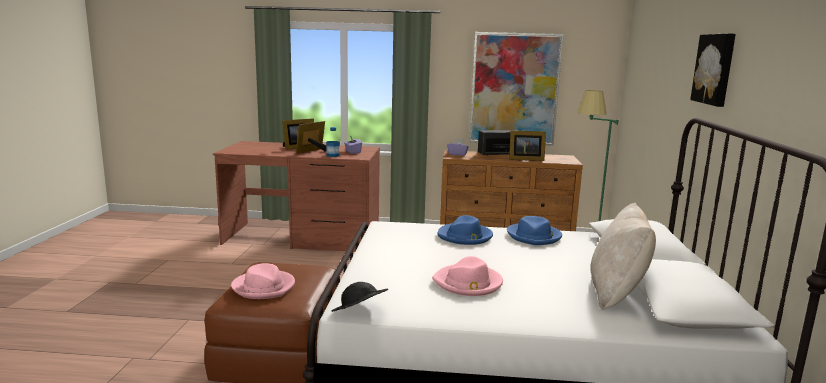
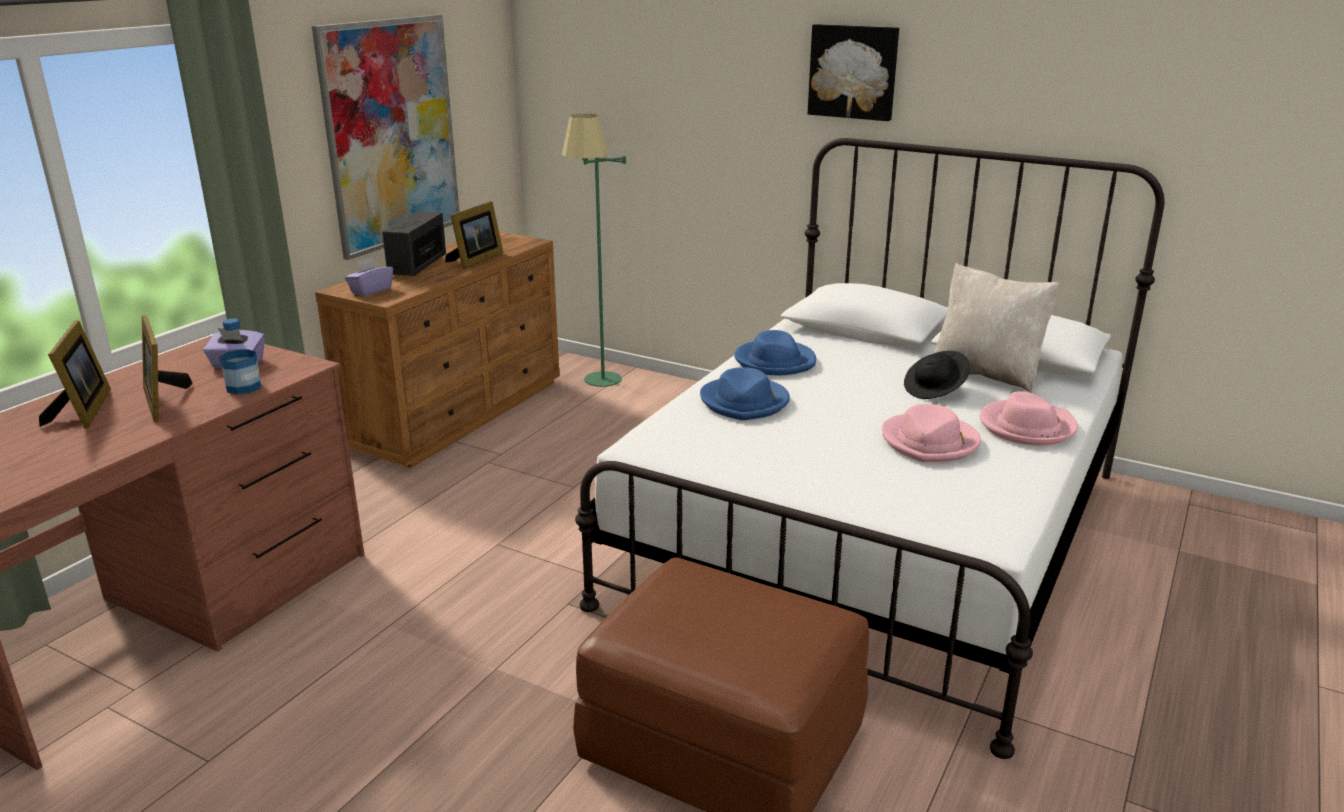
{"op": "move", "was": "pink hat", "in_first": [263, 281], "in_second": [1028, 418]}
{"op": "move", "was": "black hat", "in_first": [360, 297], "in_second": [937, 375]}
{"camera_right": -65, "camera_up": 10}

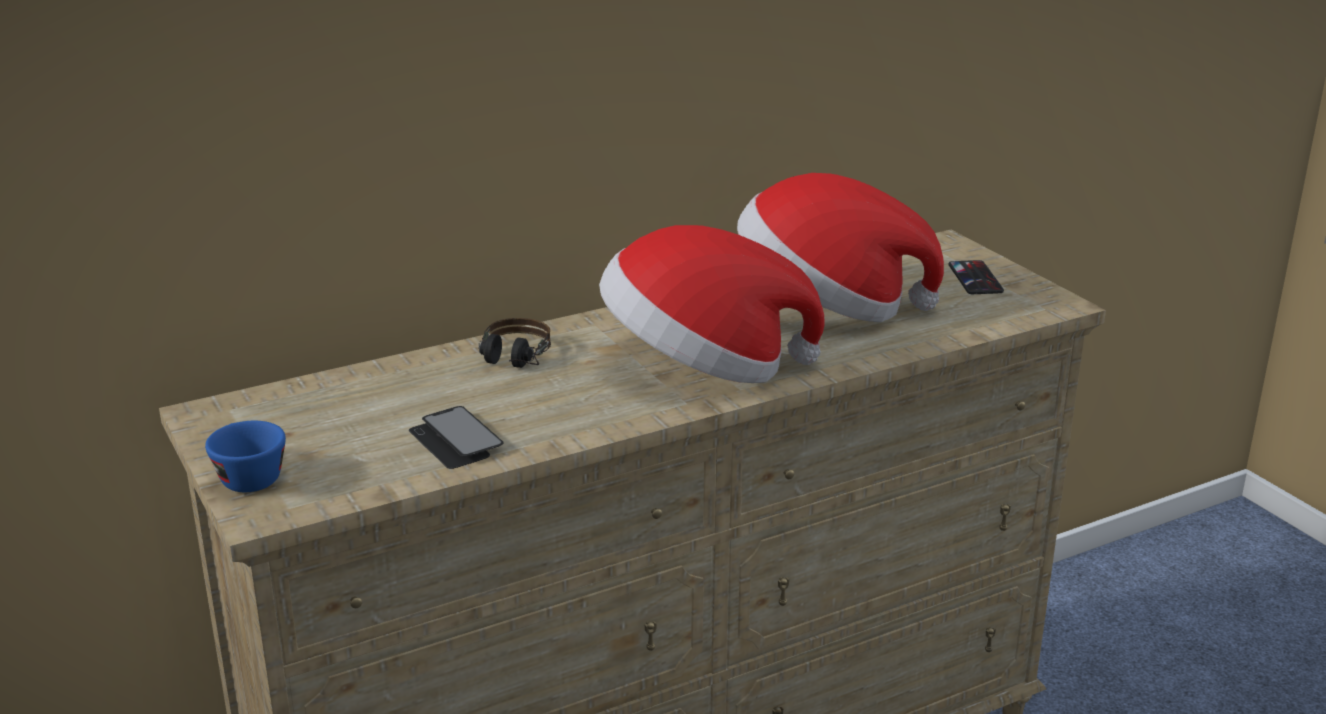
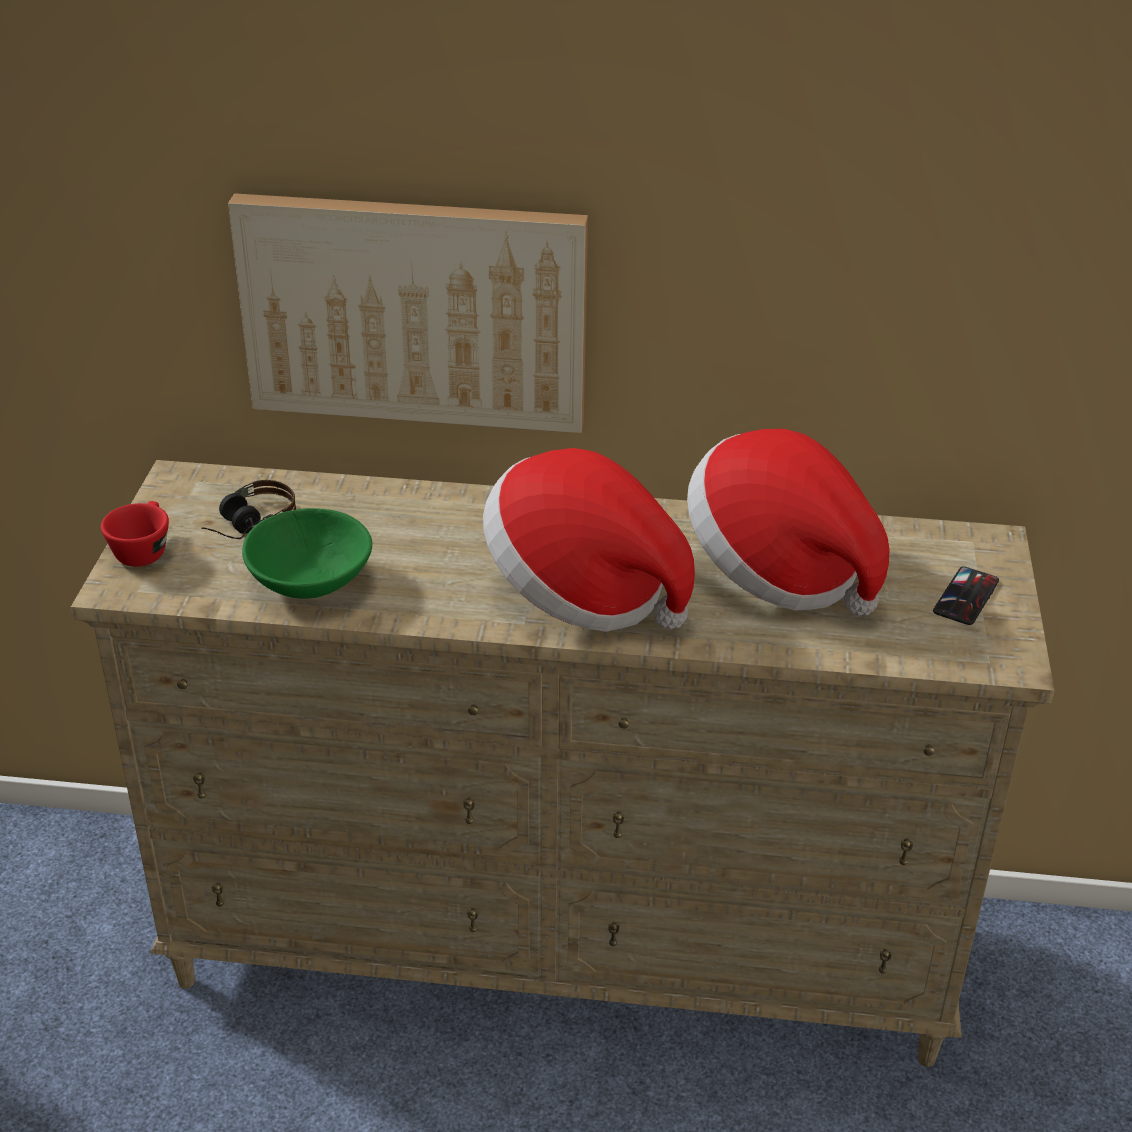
{"op": "recolor", "was": "blue cup", "now": "red cup", "in_first": [245, 456], "in_second": [135, 534]}
{"op": "replace", "was": "phone", "now": "green bowl", "in_first": [456, 437], "in_second": [307, 553]}
{"op": "move", "was": "headphones", "in_first": [514, 343], "in_second": [248, 509]}
{"op": "insert", "now": "picture", "in_second": [408, 313]}
{"camera_right": 35, "camera_up": 10}

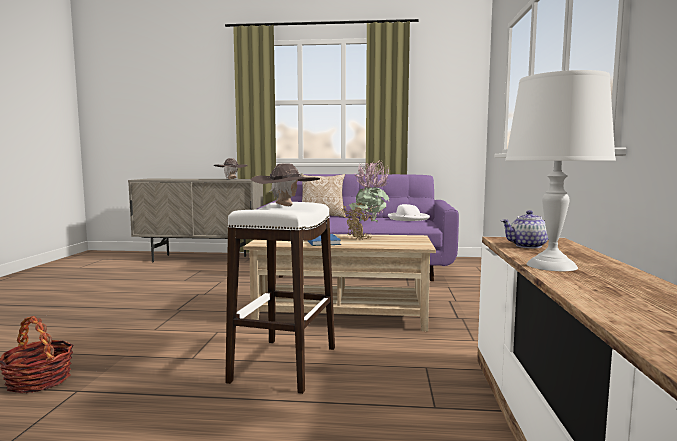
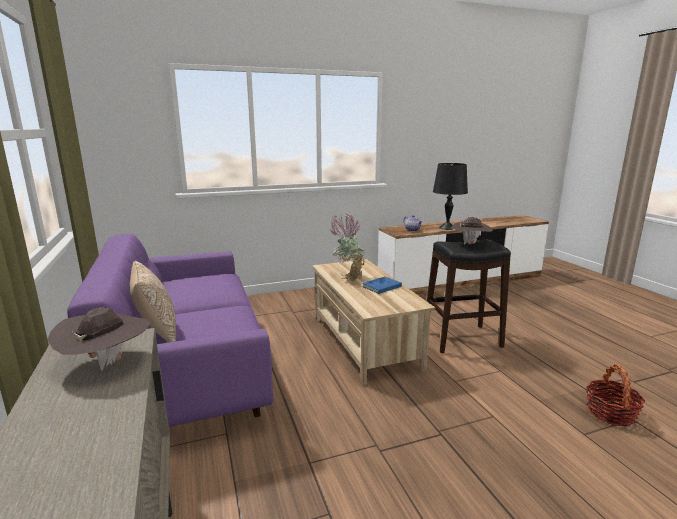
{"op": "recolor", "was": "white stool", "now": "black stool", "in_first": [280, 298], "in_second": [469, 296]}
{"op": "delete", "was": "white hat", "in_first": [409, 212]}
{"op": "recolor", "was": "white table lamp", "now": "black table lamp", "in_first": [560, 170], "in_second": [450, 196]}
{"camera_right": -115, "camera_up": 10}

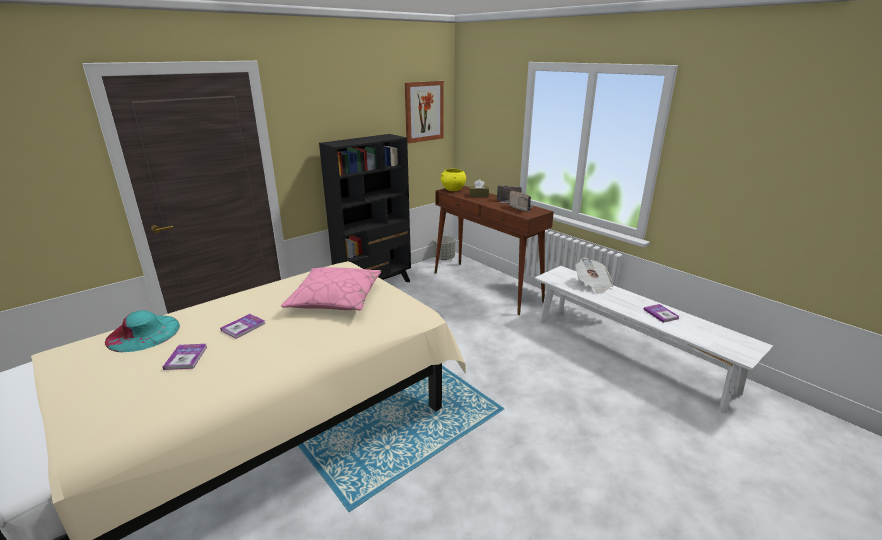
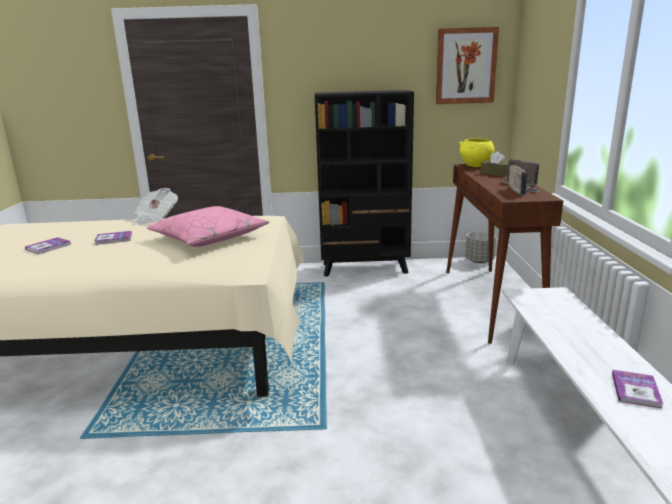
{"op": "delete", "was": "turquoise hat", "in_first": [142, 331]}
{"op": "move", "was": "newspaper", "in_first": [594, 276], "in_second": [156, 206]}
{"camera_right": 40, "camera_up": -5}

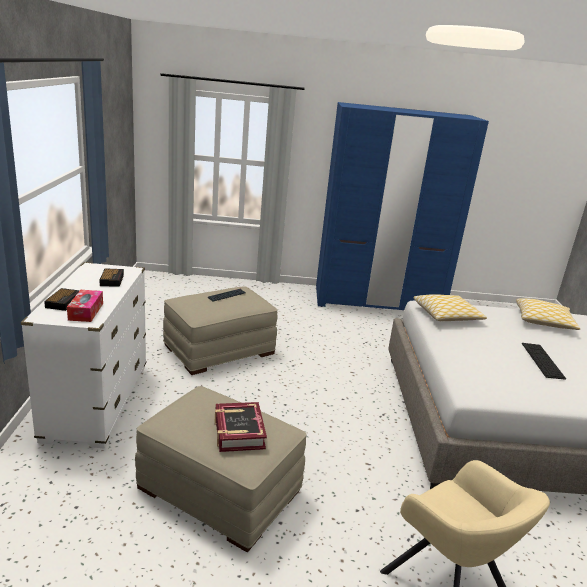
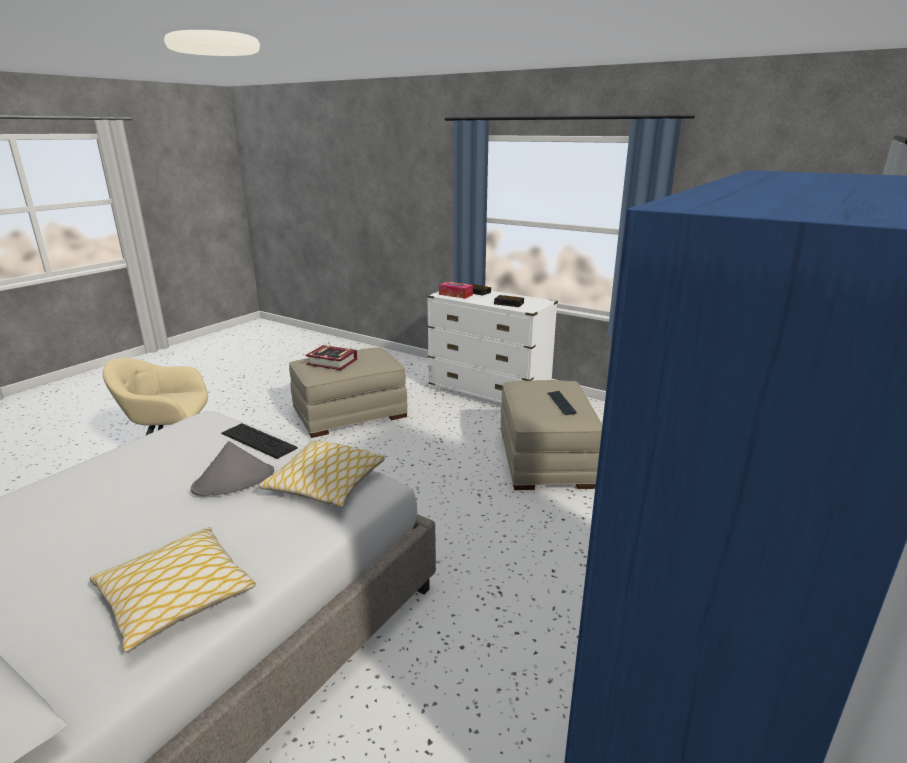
{"op": "move", "was": "keyboard", "in_first": [544, 361], "in_second": [259, 441]}
{"op": "insert", "now": "grey hat", "in_second": [232, 468]}
{"camera_right": 125, "camera_up": 0}

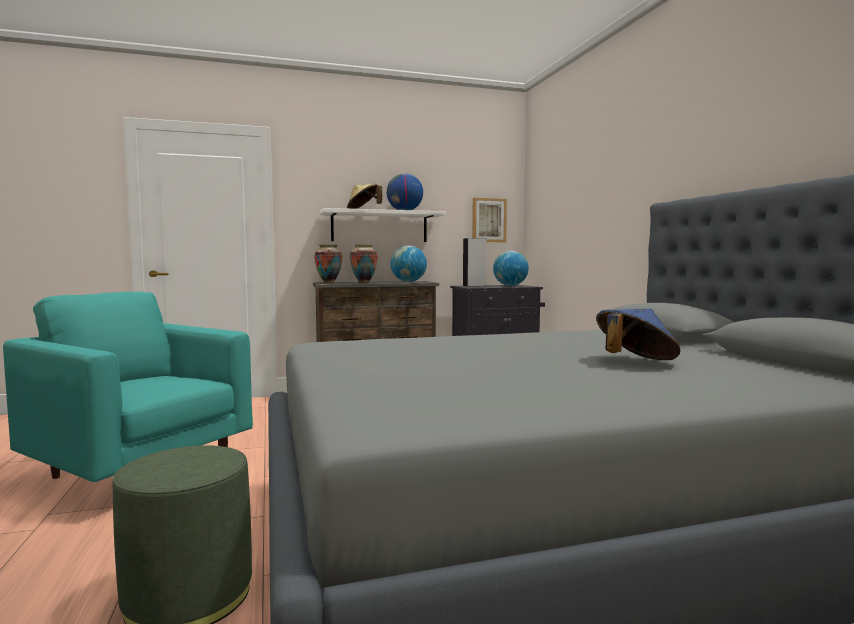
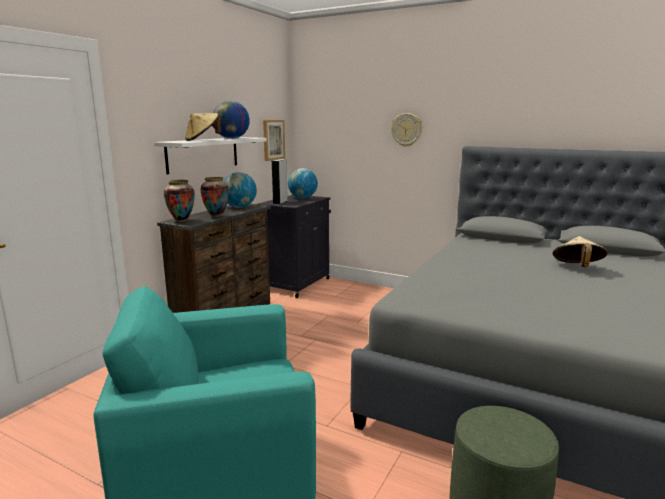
{"op": "recolor", "was": "blue hat", "now": "beige hat", "in_first": [638, 334], "in_second": [580, 251]}
{"op": "insert", "now": "wall clock", "in_second": [406, 130]}
{"camera_right": -45, "camera_up": 10}

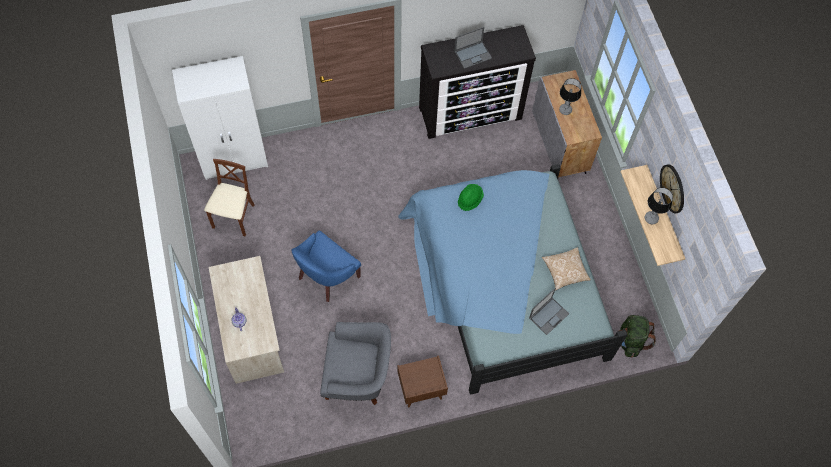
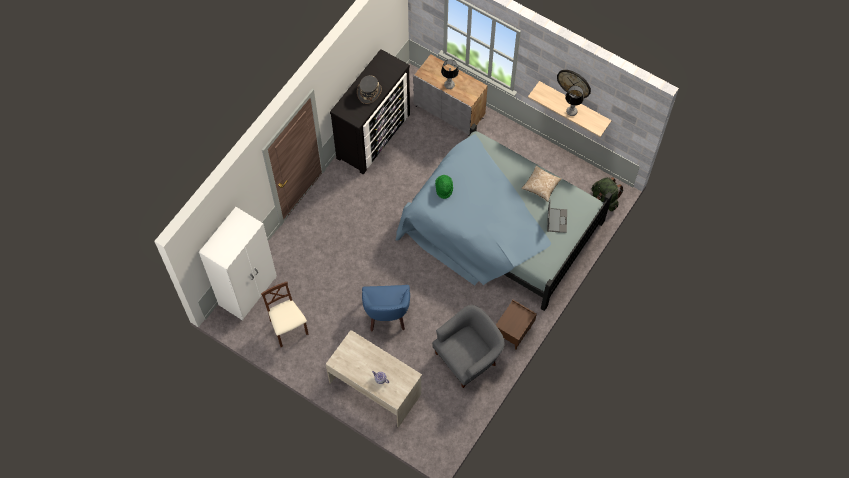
{"op": "replace", "was": "laptop", "now": "grey hat", "in_first": [473, 48], "in_second": [369, 89]}
{"camera_right": -40, "camera_up": 0}

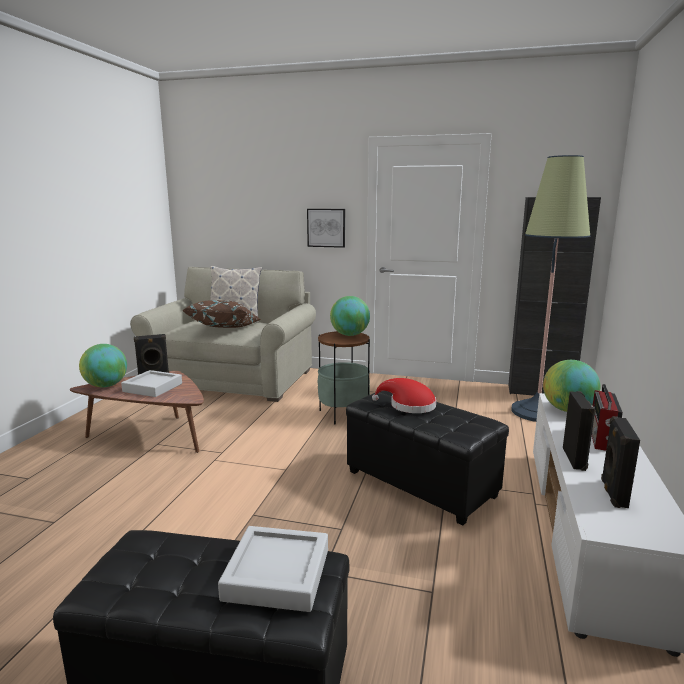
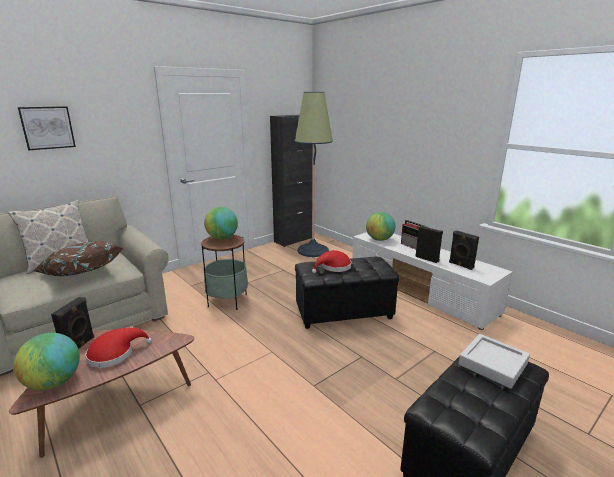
{"op": "replace", "was": "grey tray", "now": "red hat", "in_first": [151, 383], "in_second": [118, 347]}
{"op": "move", "was": "picture", "in_first": [326, 228], "in_second": [47, 128]}
{"camera_right": -55, "camera_up": 5}

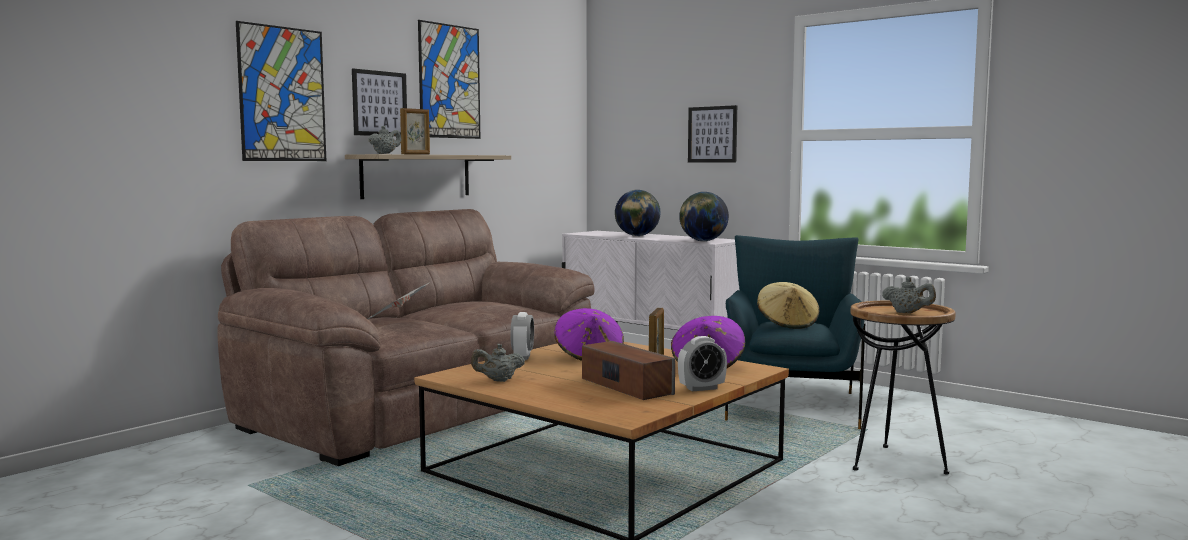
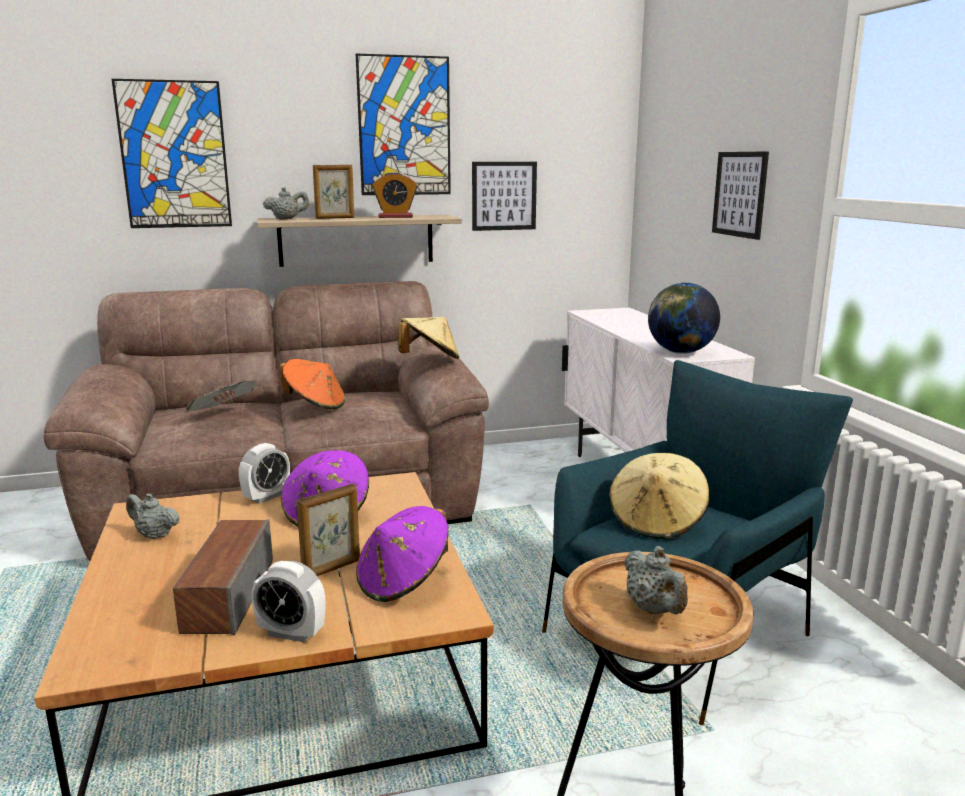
{"op": "move", "was": "picture", "in_first": [379, 102], "in_second": [504, 196]}
{"op": "delete", "was": "globe", "in_first": [638, 213]}
{"op": "insert", "now": "orange hat", "in_second": [312, 384]}
{"op": "insert", "now": "alarm clock", "in_second": [394, 195]}
{"op": "insert", "now": "beige hat", "in_second": [428, 338]}
{"camera_right": 35, "camera_up": 10}

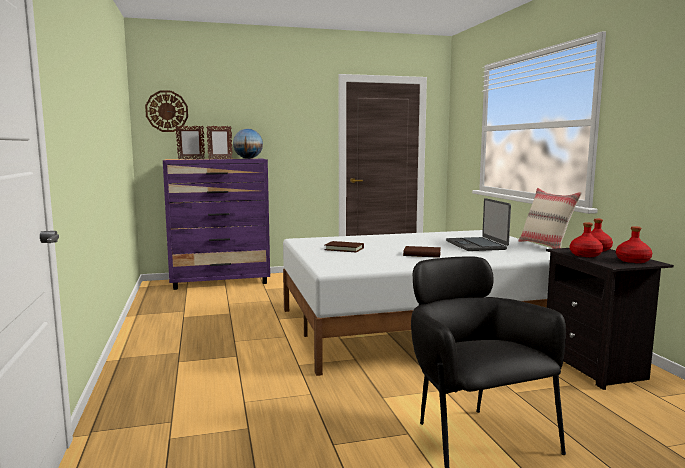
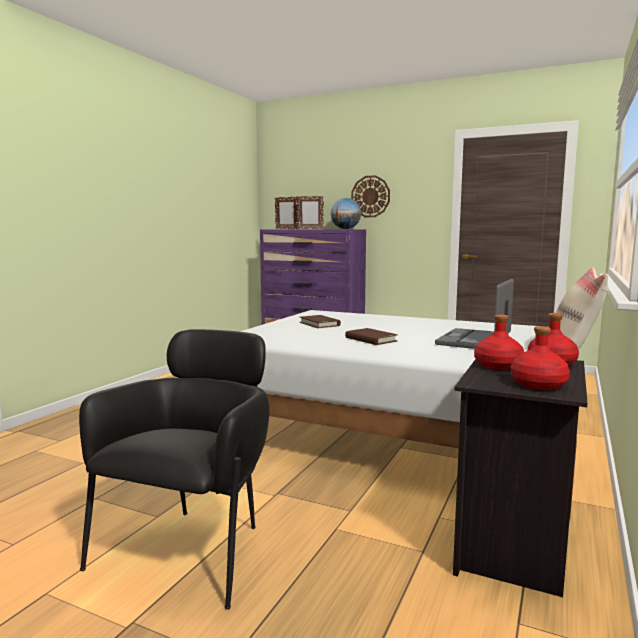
{"op": "move", "was": "wall clock", "in_first": [166, 111], "in_second": [370, 196]}
{"camera_right": 40, "camera_up": 0}

